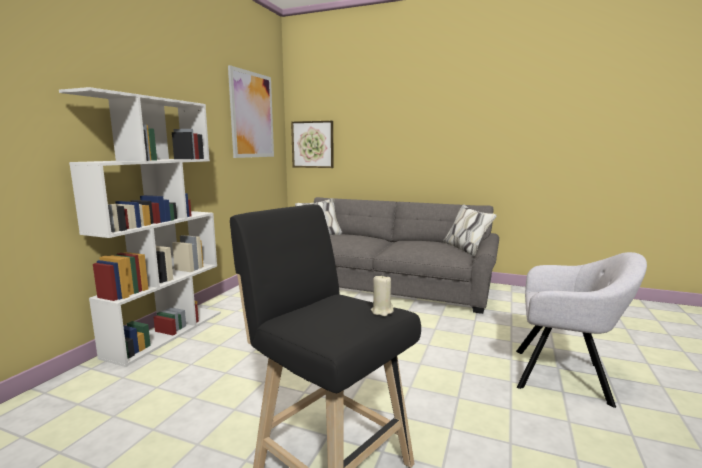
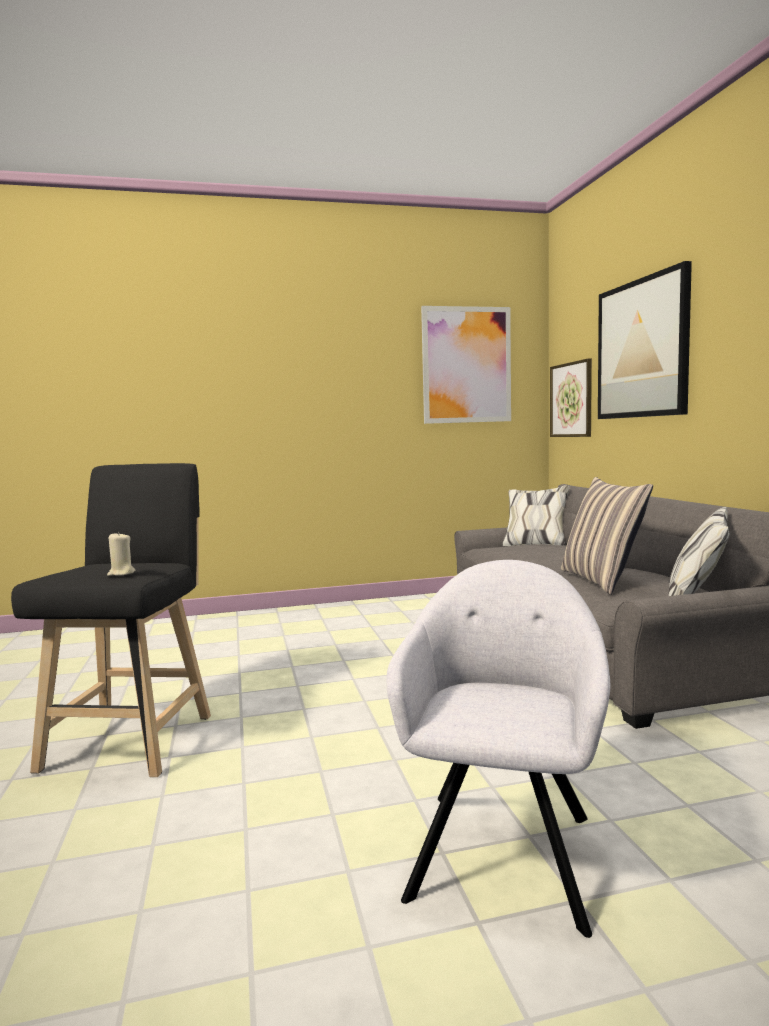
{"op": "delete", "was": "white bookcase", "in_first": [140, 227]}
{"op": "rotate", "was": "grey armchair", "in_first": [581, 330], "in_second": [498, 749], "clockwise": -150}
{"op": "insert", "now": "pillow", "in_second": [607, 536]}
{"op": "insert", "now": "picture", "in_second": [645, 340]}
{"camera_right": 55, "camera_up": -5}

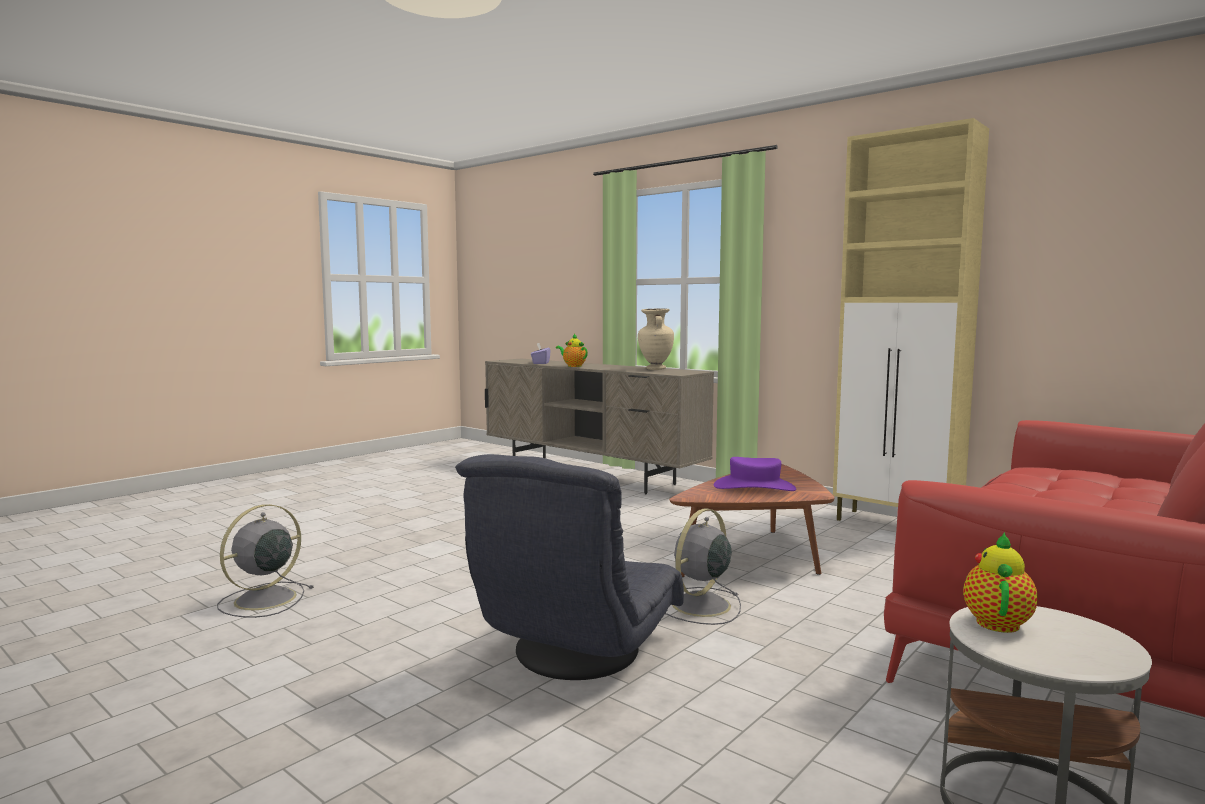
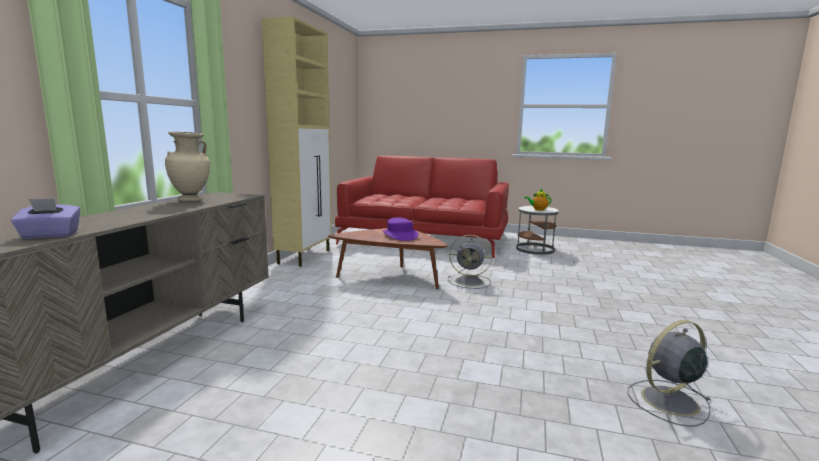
{"op": "rotate", "was": "grey fan", "in_first": [265, 561], "in_second": [669, 373], "clockwise": 150}
{"op": "delete", "was": "grey armchair", "in_first": [569, 567]}
{"op": "delete", "was": "teapot", "in_first": [572, 350]}
{"camera_right": -115, "camera_up": 5}

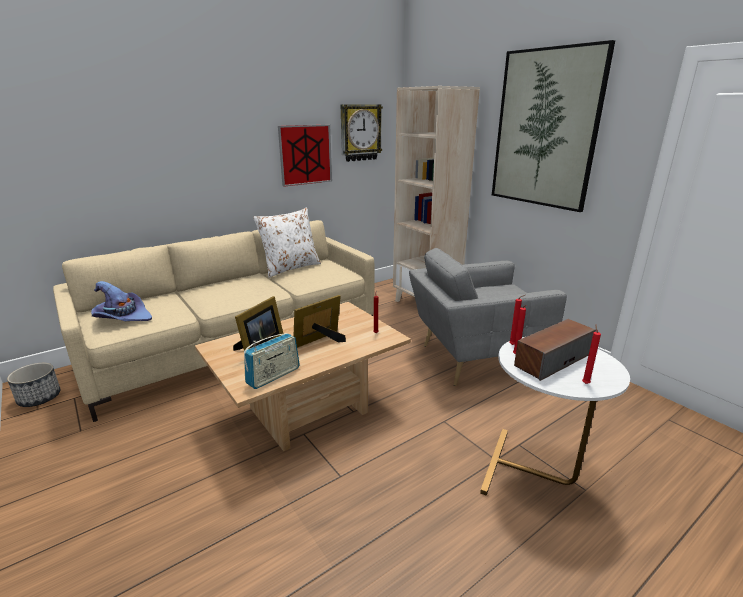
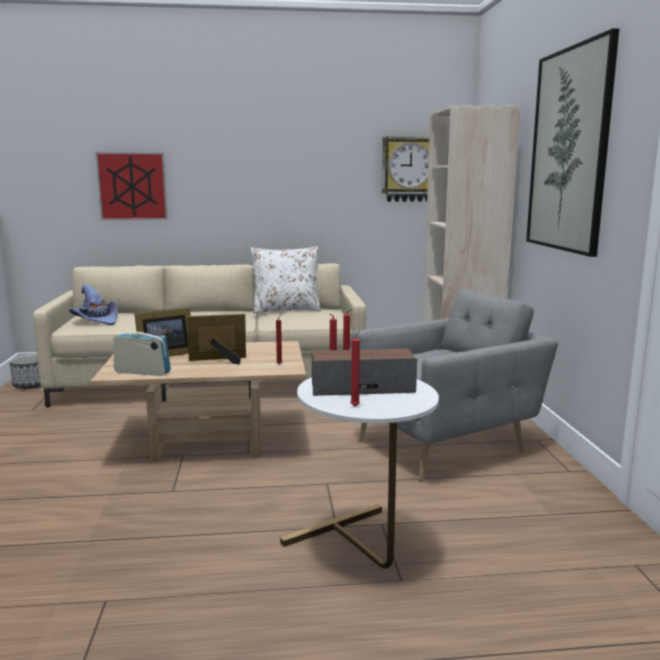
{"op": "rotate", "was": "radio", "in_first": [272, 361], "in_second": [142, 352], "clockwise": -150}
{"op": "move", "was": "picture", "in_first": [305, 156], "in_second": [131, 186]}
{"op": "rotate", "was": "grey armchair", "in_first": [488, 317], "in_second": [454, 386], "clockwise": 135}
{"camera_right": 30, "camera_up": -10}

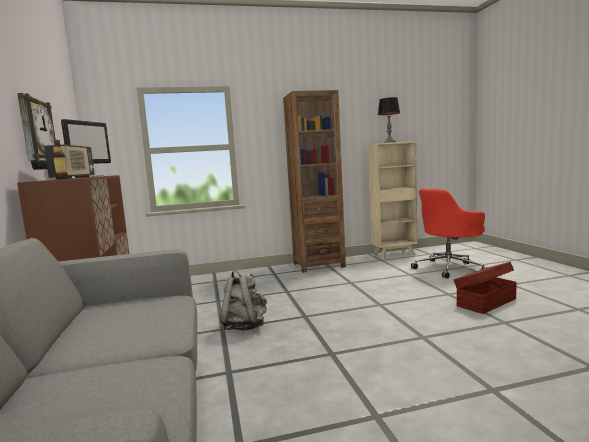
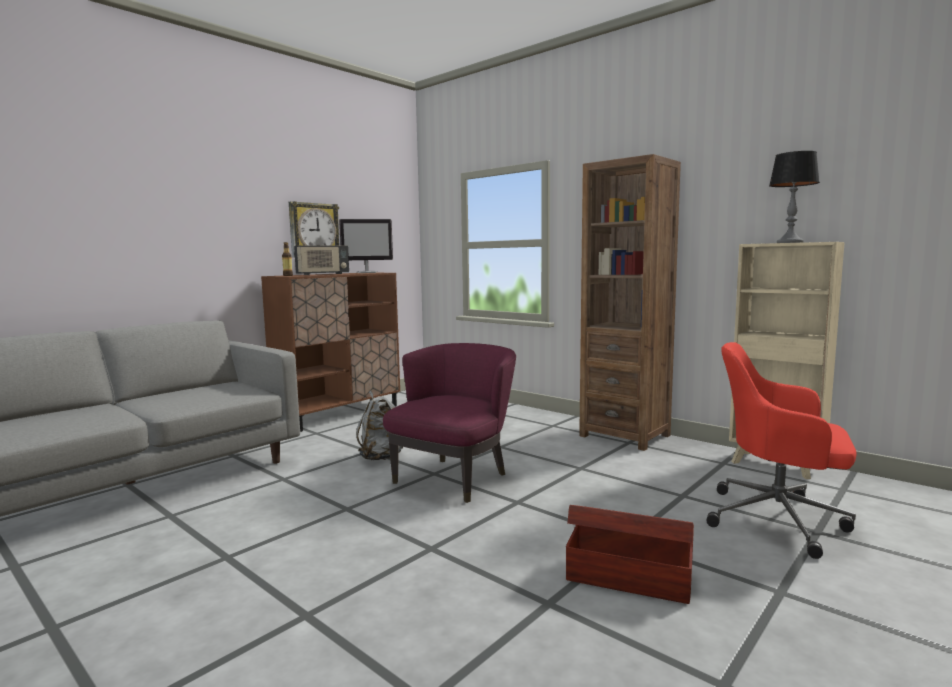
{"op": "insert", "now": "purple armchair", "in_second": [449, 423]}
{"camera_right": 55, "camera_up": 0}

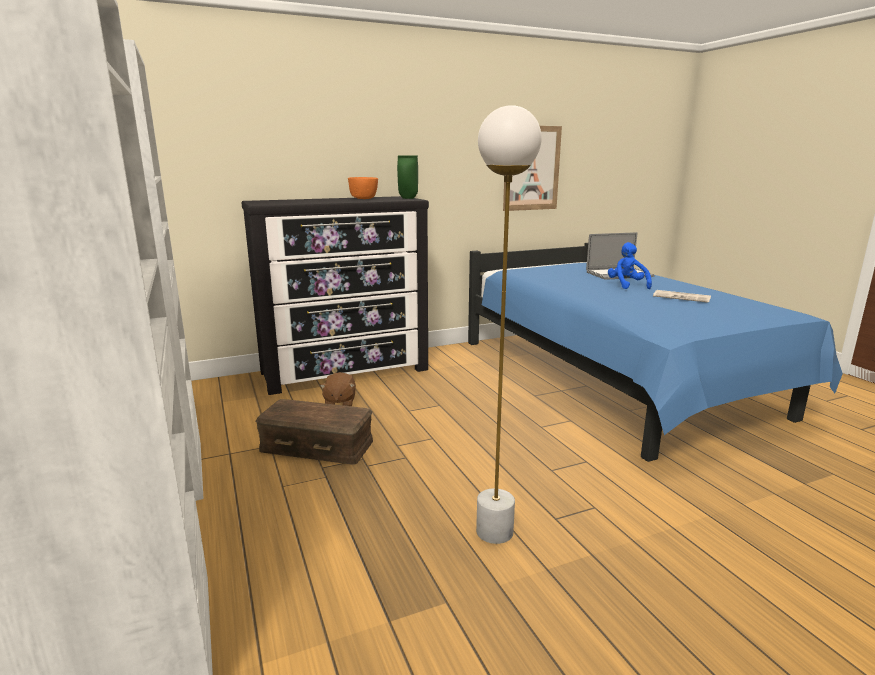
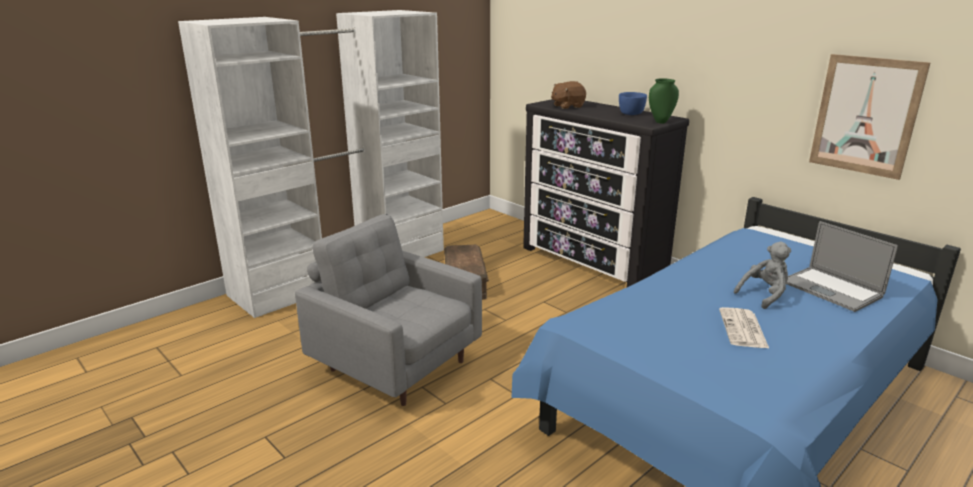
{"op": "move", "was": "brown plush toy", "in_first": [338, 389], "in_second": [568, 95]}
{"op": "recolor", "was": "orange bowl", "now": "blue bowl", "in_first": [363, 188], "in_second": [633, 103]}
{"op": "replace", "was": "white floor lamp", "now": "grey armchair", "in_first": [509, 324], "in_second": [388, 310]}
{"op": "recolor", "was": "blue plush toy", "now": "grey plush toy", "in_first": [630, 265], "in_second": [762, 275]}
{"camera_right": 70, "camera_up": 5}

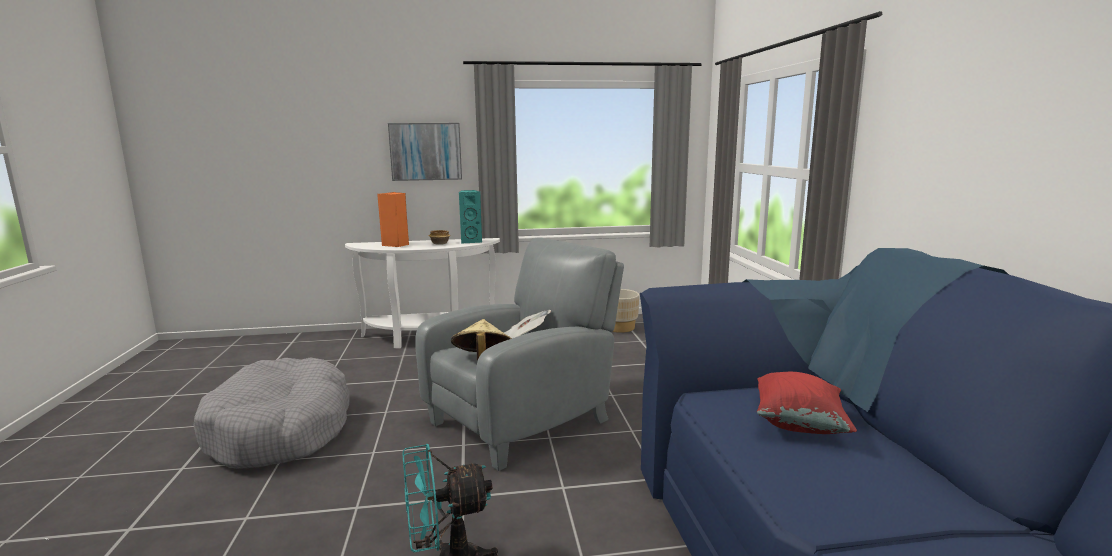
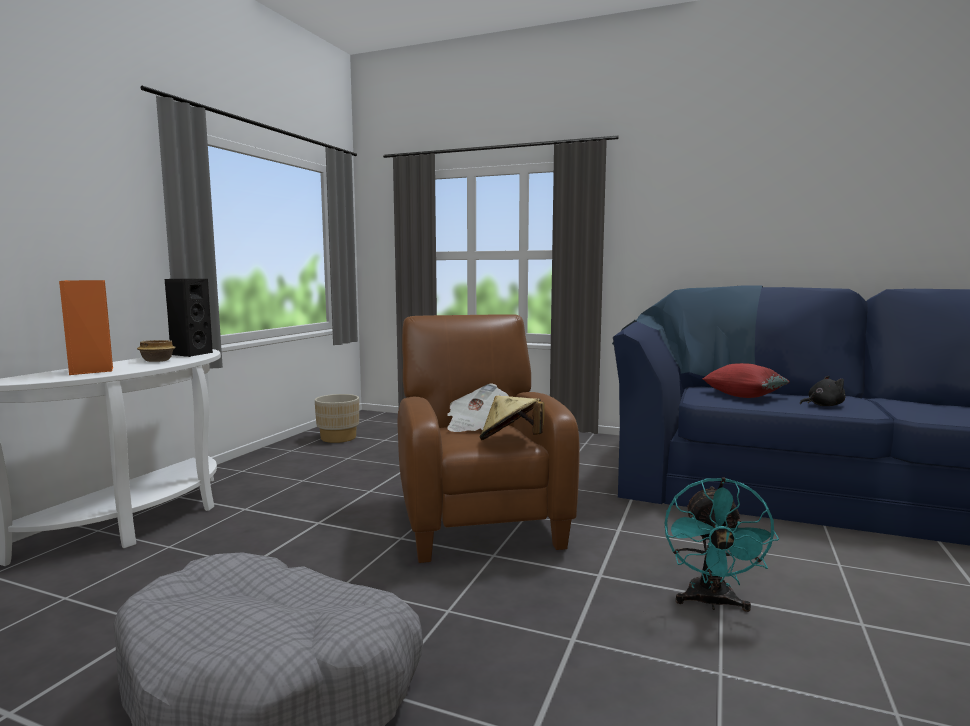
{"op": "delete", "was": "picture", "in_first": [425, 152]}
{"op": "recolor", "was": "grey armchair", "now": "brown armchair", "in_first": [519, 354], "in_second": [488, 438]}
{"op": "recolor", "was": "turquoise speaker", "now": "black speaker", "in_first": [470, 217], "in_second": [188, 318]}
{"op": "insert", "now": "black plush toy", "in_second": [823, 391]}
{"camera_right": -60, "camera_up": -5}

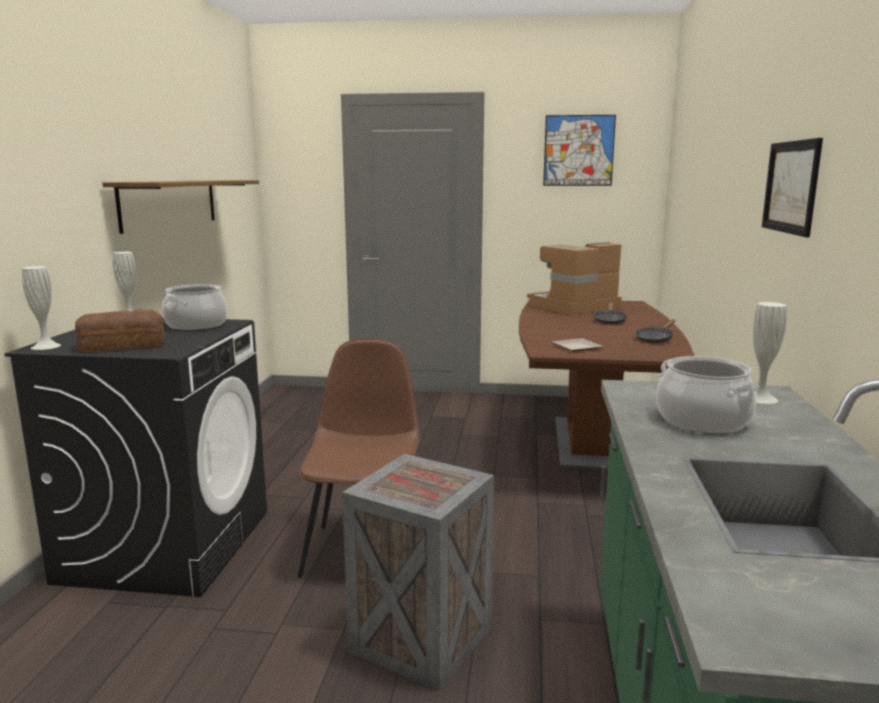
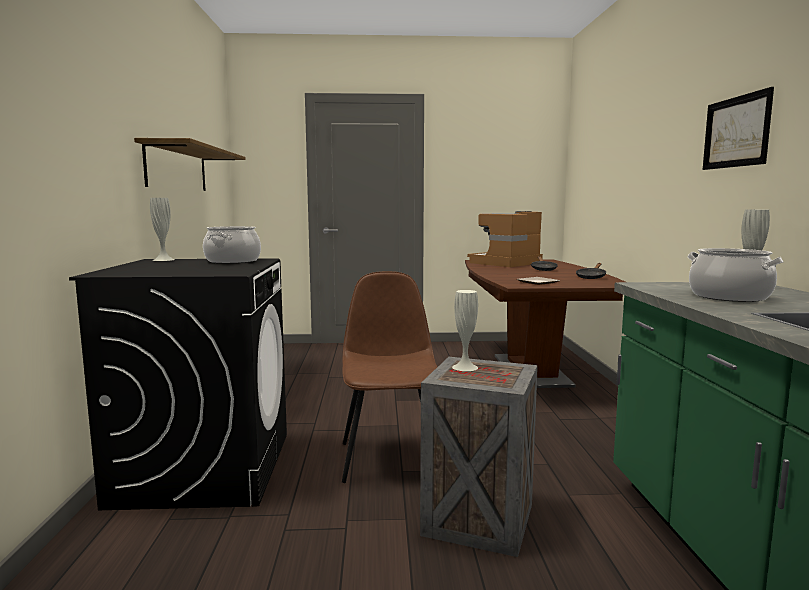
{"op": "move", "was": "white vase", "in_first": [41, 308], "in_second": [465, 330]}
{"op": "delete", "was": "bread", "in_first": [120, 330]}
{"op": "delete", "was": "picture", "in_first": [579, 150]}
{"camera_right": -10, "camera_up": -5}

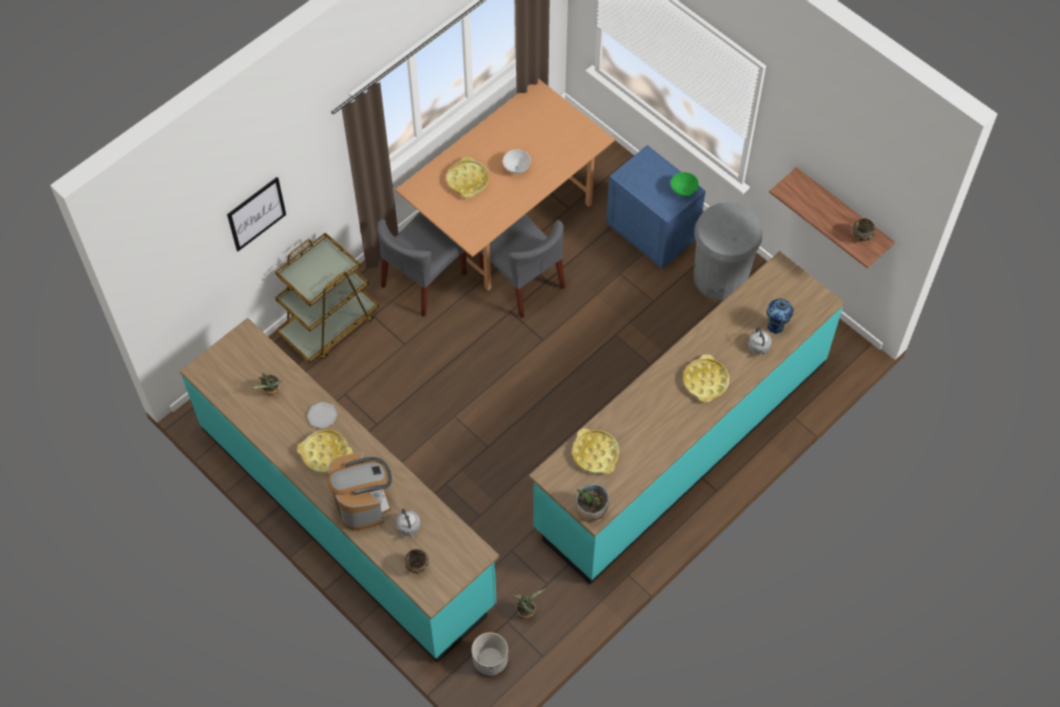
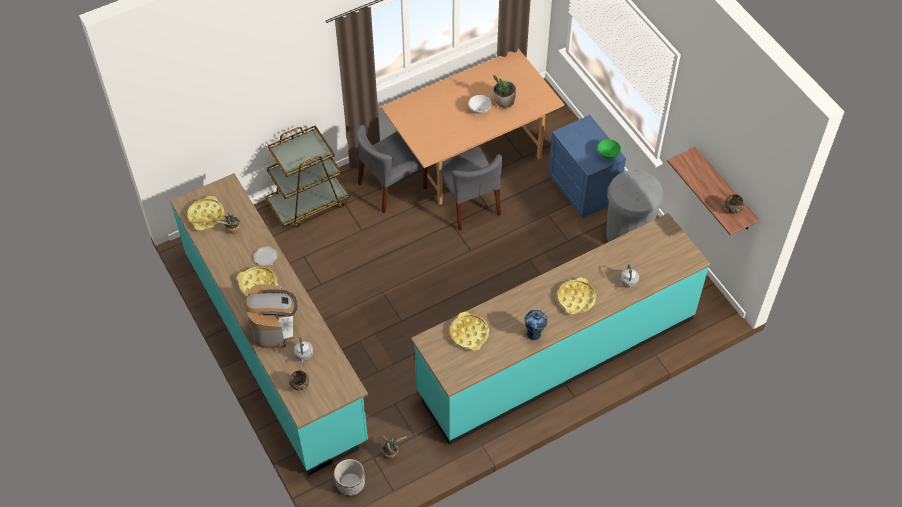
{"op": "delete", "was": "picture", "in_first": [256, 214]}
{"op": "move", "was": "yellow tray", "in_first": [468, 177], "in_second": [205, 213]}
{"op": "move", "was": "potted plant", "in_first": [593, 503], "in_second": [504, 92]}
{"op": "move", "was": "vase", "in_first": [780, 316], "in_second": [536, 325]}
{"camera_right": 15, "camera_up": -5}

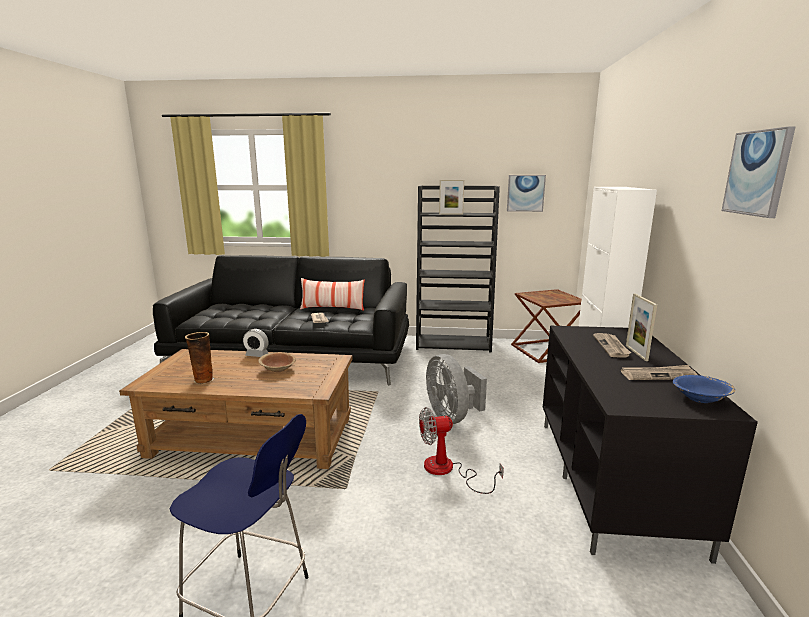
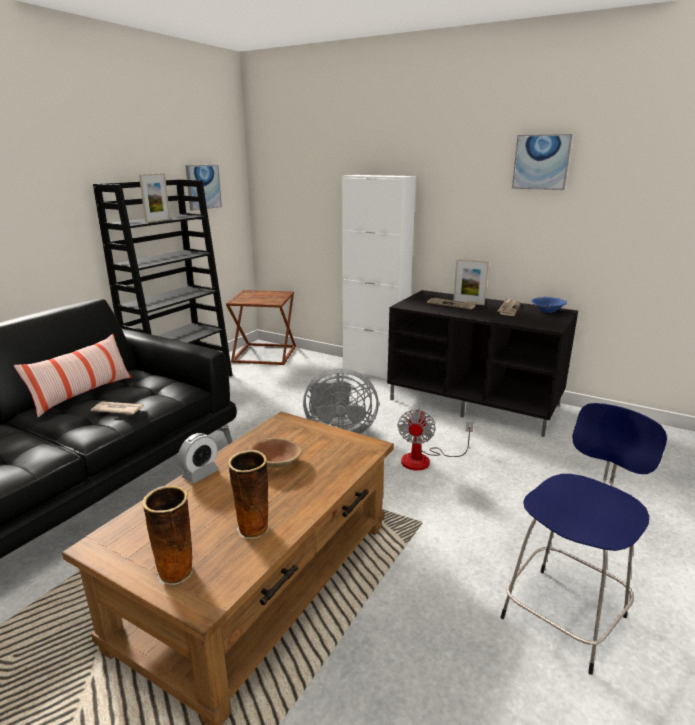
{"op": "insert", "now": "vase", "in_second": [167, 535]}
{"camera_right": -65, "camera_up": 5}

